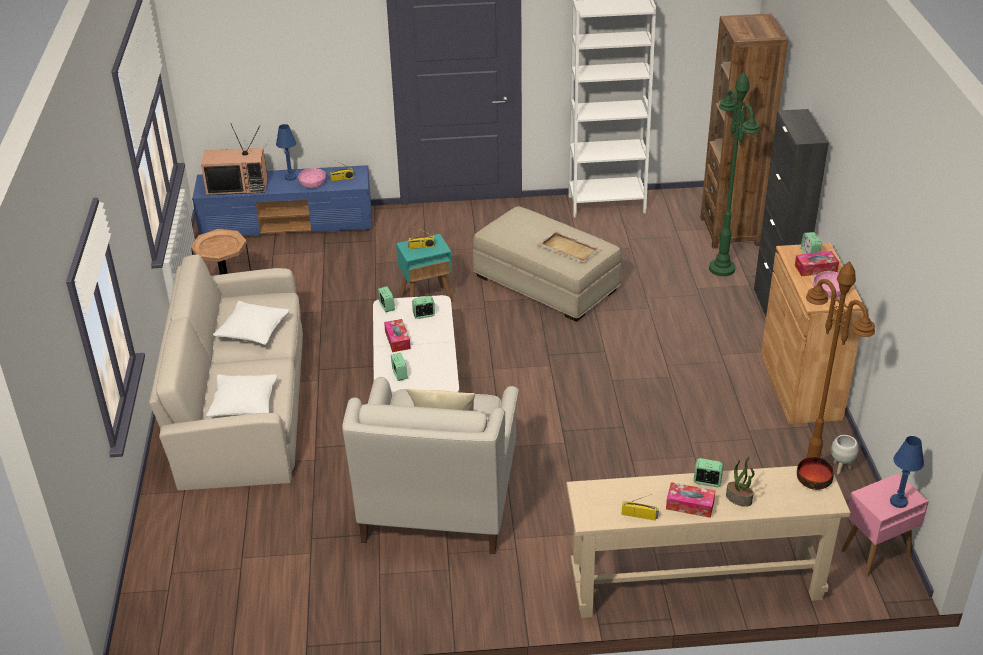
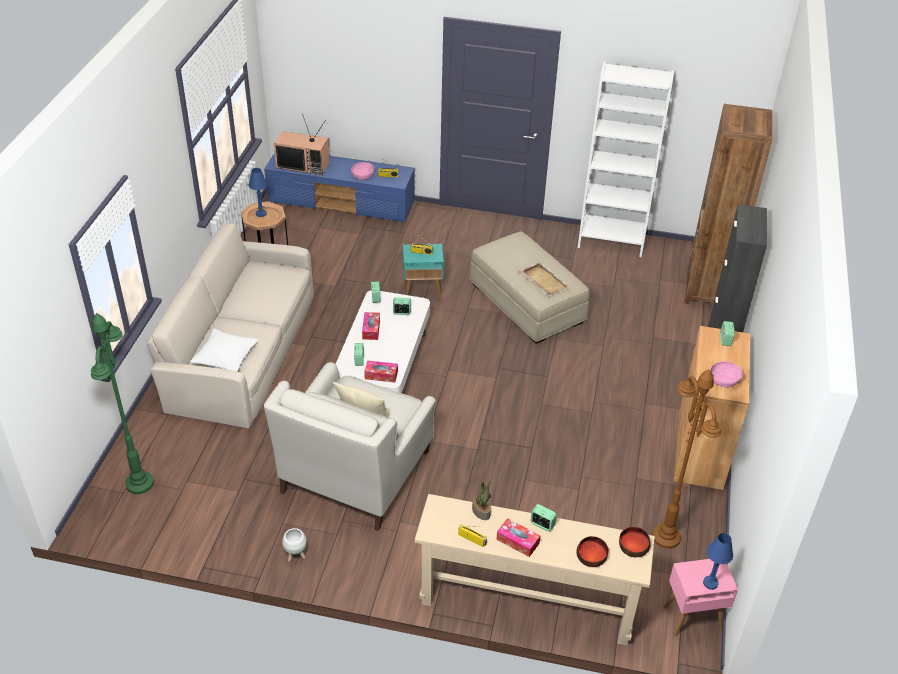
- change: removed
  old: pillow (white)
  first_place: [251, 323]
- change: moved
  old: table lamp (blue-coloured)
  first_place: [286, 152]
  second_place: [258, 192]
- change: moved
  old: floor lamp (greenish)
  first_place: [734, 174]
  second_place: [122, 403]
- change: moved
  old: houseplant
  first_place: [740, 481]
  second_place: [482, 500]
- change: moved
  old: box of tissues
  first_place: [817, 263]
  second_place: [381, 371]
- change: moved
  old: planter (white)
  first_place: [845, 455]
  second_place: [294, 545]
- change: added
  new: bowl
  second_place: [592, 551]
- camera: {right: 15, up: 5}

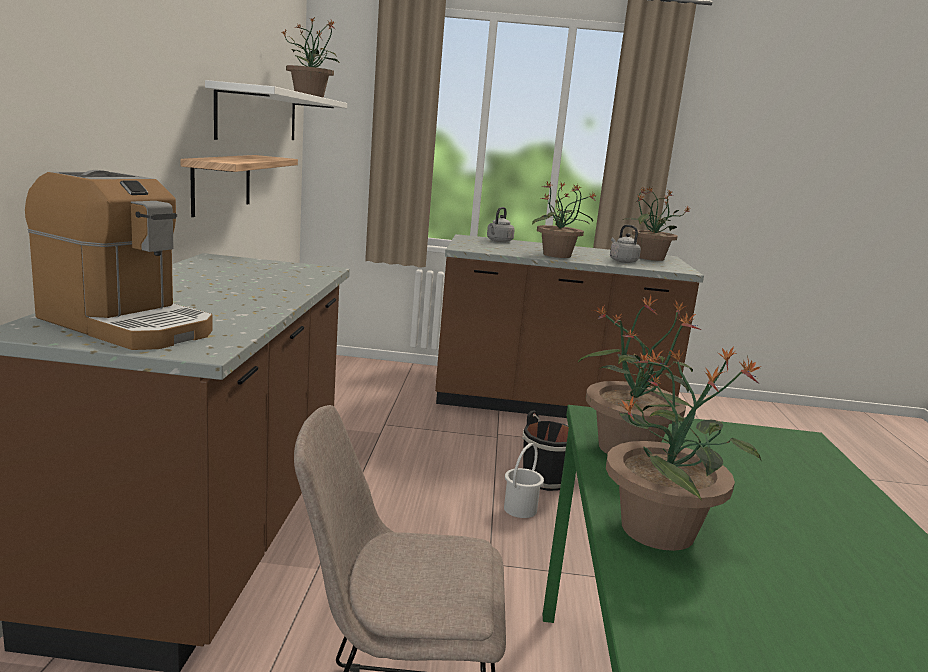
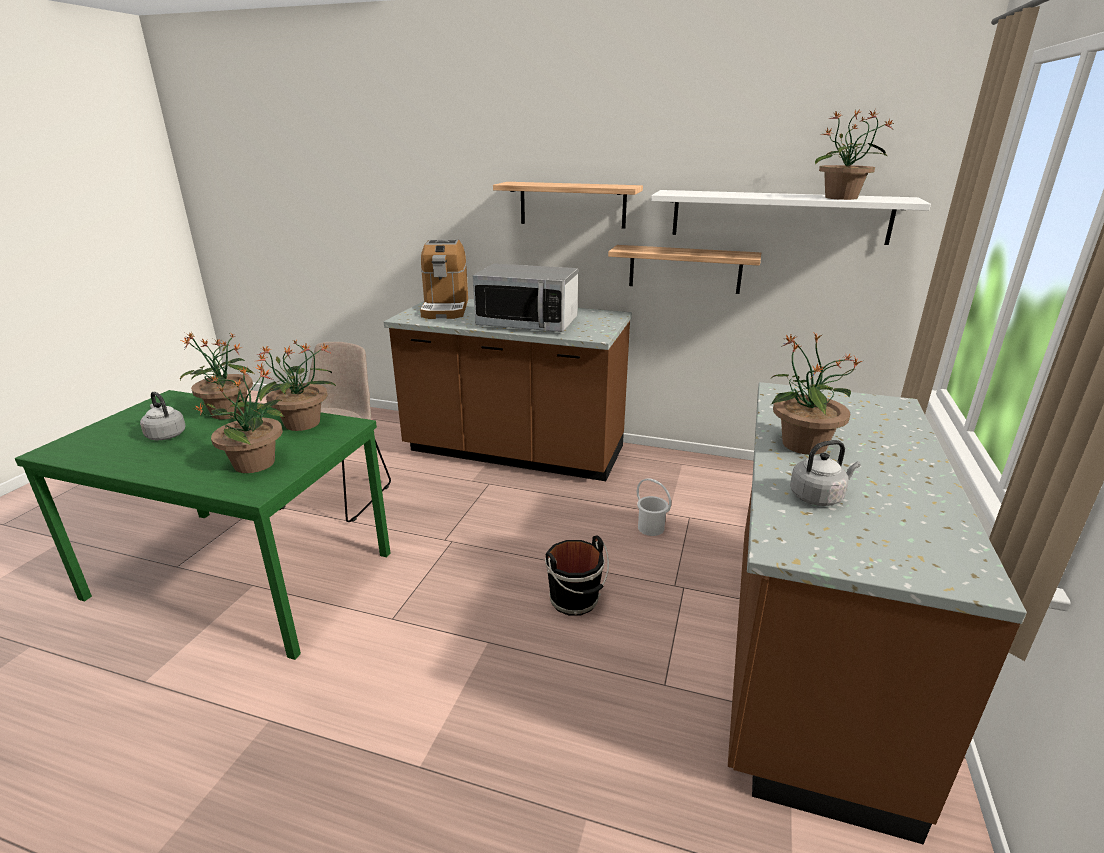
- change: turned
  old: coffee brewer
  first_place: [118, 260]
  second_place: [444, 279]
  degrees: -45
- change: moved
  old: water kettle (grey)
  first_place: [501, 224]
  second_place: [163, 415]
- change: moved
  old: water bucket (white)
  first_place: [524, 480]
  second_place: [654, 507]
- change: moved
  old: houseplant
  first_place: [656, 223]
  second_place: [239, 418]
- change: added
  new: microwave
  second_place: [525, 297]
- change: added
  new: bracket shelf
  second_place: [568, 205]
- camera: {right: 105, up: 10}

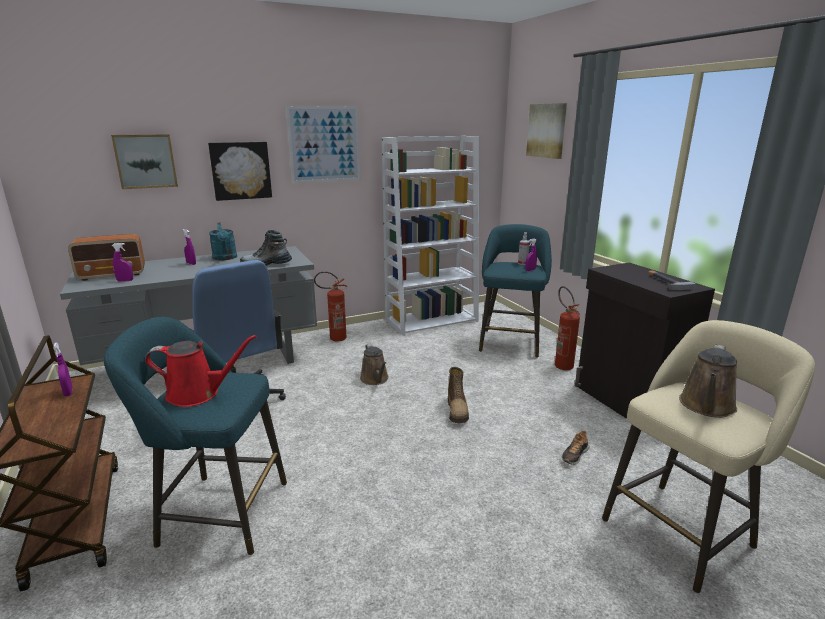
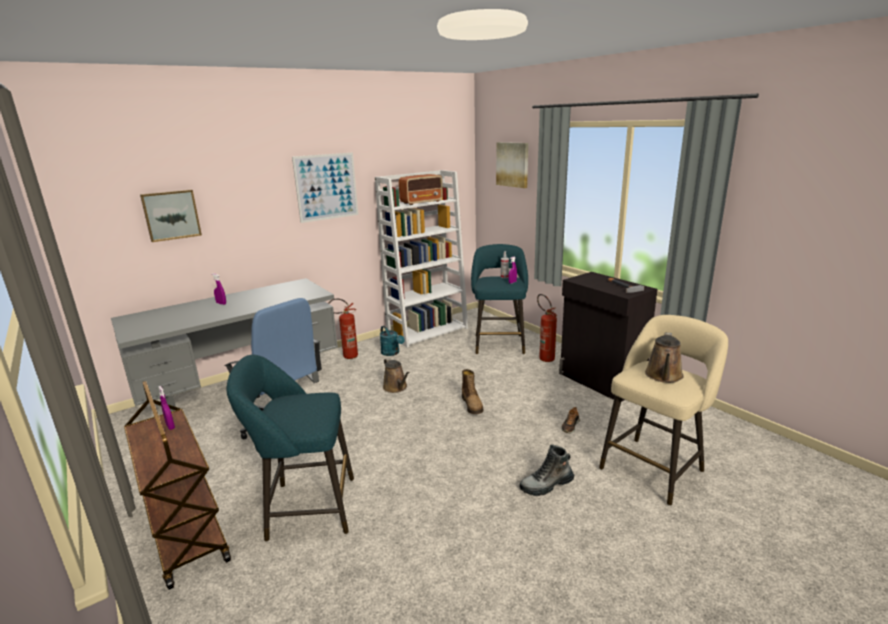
- change: moved
  old: radio
  first_place: [106, 257]
  second_place: [421, 189]
- change: removed
  old: sprayer (purple-coloured)
  first_place: [122, 262]
- change: removed
  old: watering pot (red-coloured)
  first_place: [201, 371]
- change: removed
  old: picture
  first_place: [240, 171]
- change: moved
  old: watering pot (blue-green)
  first_place: [223, 241]
  second_place: [392, 341]
- change: moved
  old: tall boot
  first_place: [266, 248]
  second_place: [546, 470]
- camera: {right: -10, up: 0}

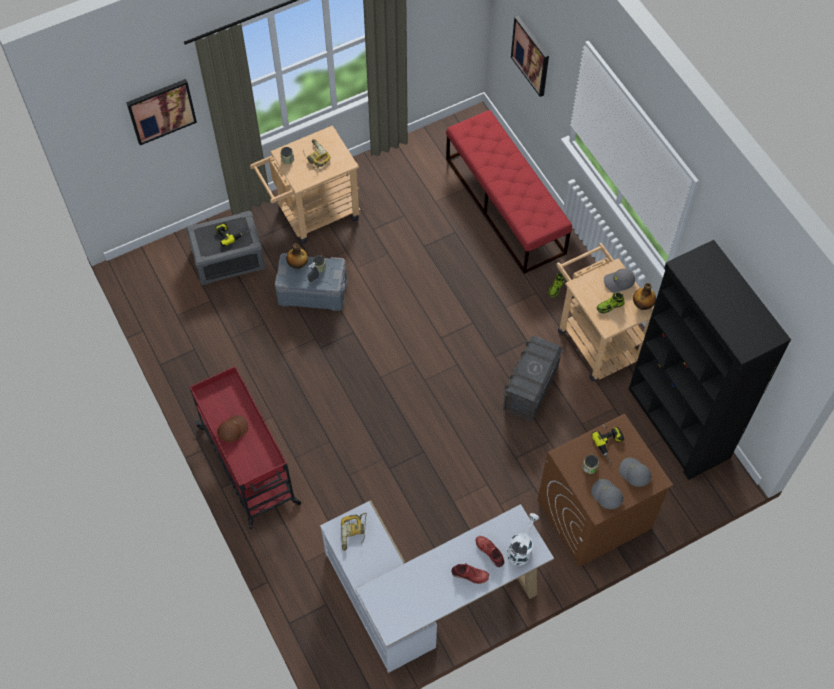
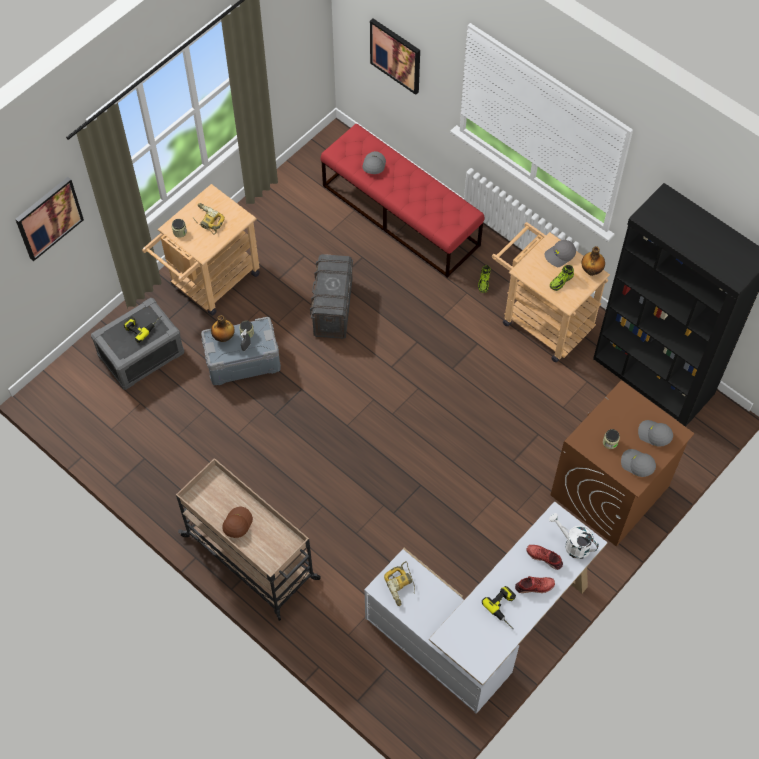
- change: recoloured
  old: trolley (red-coloured)
  new: trolley (beige-coloured)
  first_place: [245, 447]
  second_place: [248, 539]
- change: moved
  old: storage box (grey)
  first_place: [533, 379]
  second_place: [331, 296]
- change: turned
  old: watering pot (white)
  first_place: [523, 539]
  second_place: [574, 536]
  degrees: -60
- change: moved
  old: drill
  first_place: [608, 446]
  second_place: [499, 608]
- change: added
  new: baseball cap (grey)
  second_place: [374, 162]
- camera: {right: -20, up: 0}

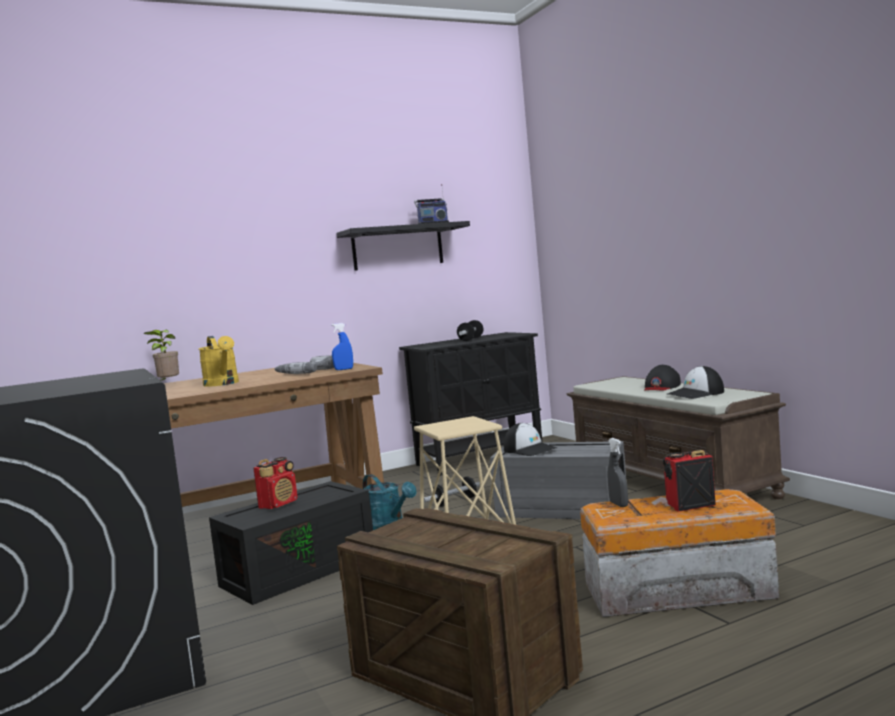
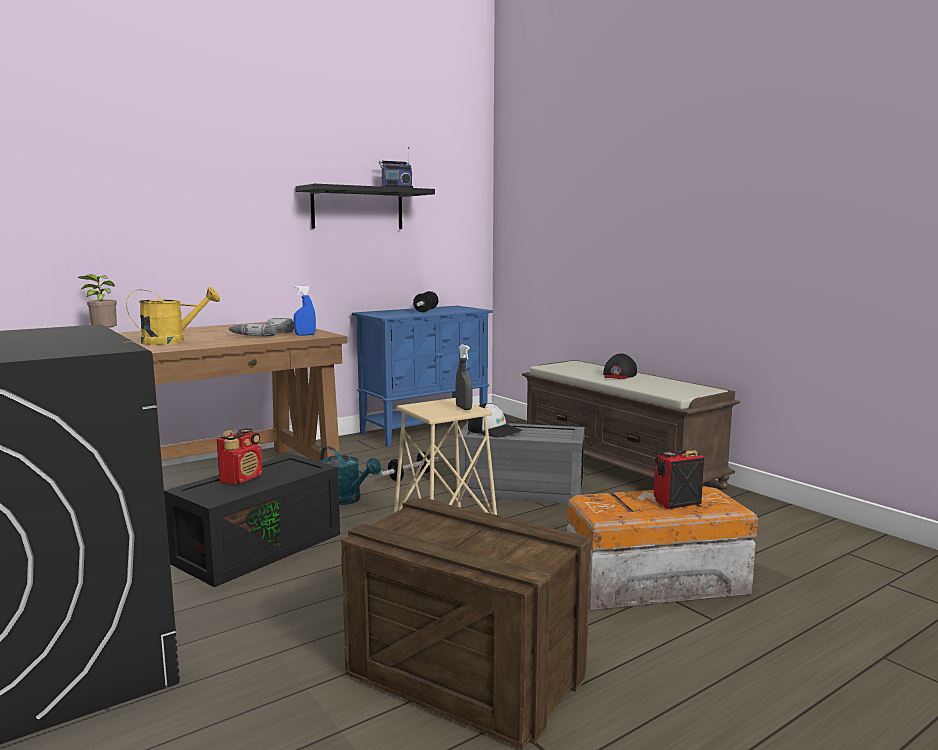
- change: turned
  old: watering pot (yellow-coloured)
  first_place: [219, 361]
  second_place: [173, 316]
  degrees: -75
- change: recoloured
  old: storage cabinet (black-coloured)
  new: storage cabinet (blue-coloured)
  first_place: [471, 404]
  second_place: [422, 376]
- change: moved
  old: sprayer (grey)
  first_place: [618, 472]
  second_place: [464, 377]
- change: removed
  old: baseball cap
  first_place: [696, 382]
- camera: {right: -10, up: 5}

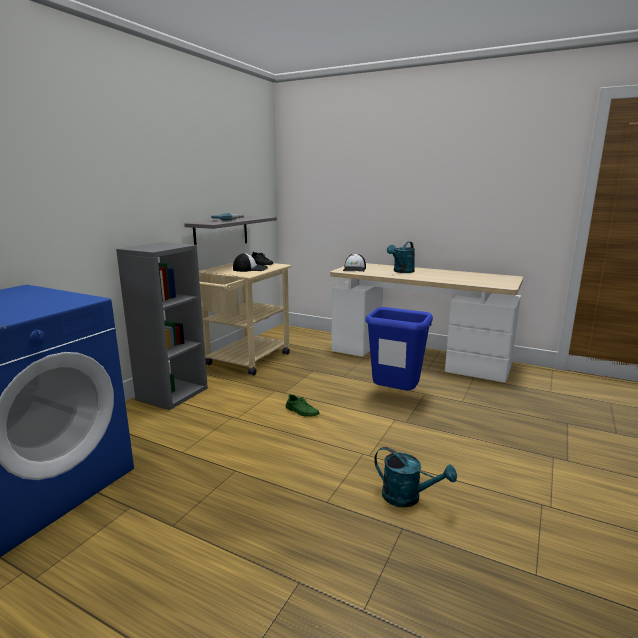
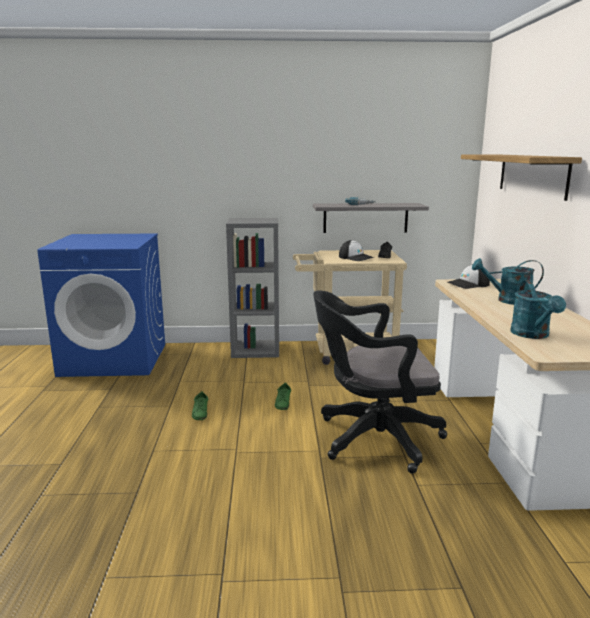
- change: replaced
  old: rubbish bin (blue-coloured)
  new: office chair (black-coloured)
  first_place: [399, 348]
  second_place: [380, 382]
- change: moved
  old: watering pot (blue-green)
  first_place: [415, 477]
  second_place: [538, 309]
- change: added
  new: low shoe (greenish)
  second_place: [200, 405]
- change: added
  new: bracket shelf
  second_place: [521, 178]
- camera: {right: 60, up: 0}

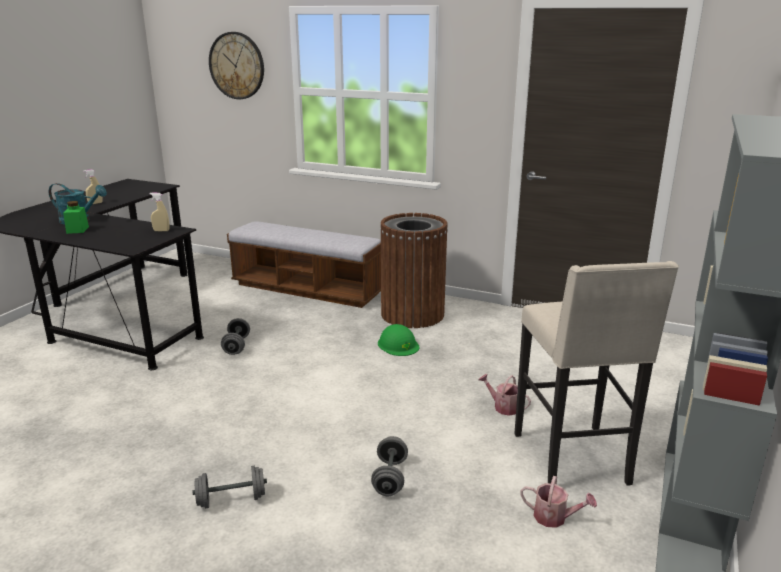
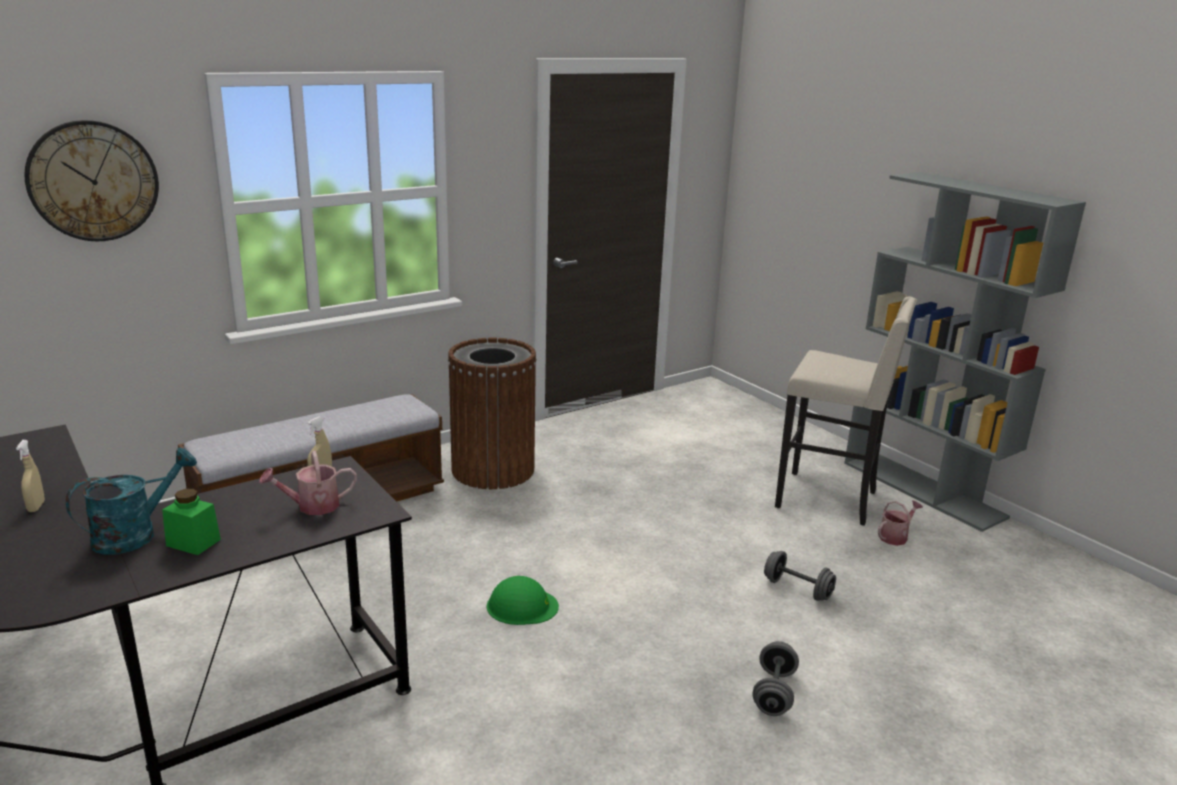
- change: removed
  old: dumbbell (grey)
  first_place: [235, 336]
- change: moved
  old: work helmet (greenish)
  first_place: [398, 340]
  second_place: [523, 600]
- change: moved
  old: watering pot
  first_place: [504, 395]
  second_place: [308, 483]
- camera: {right: -60, up: 0}

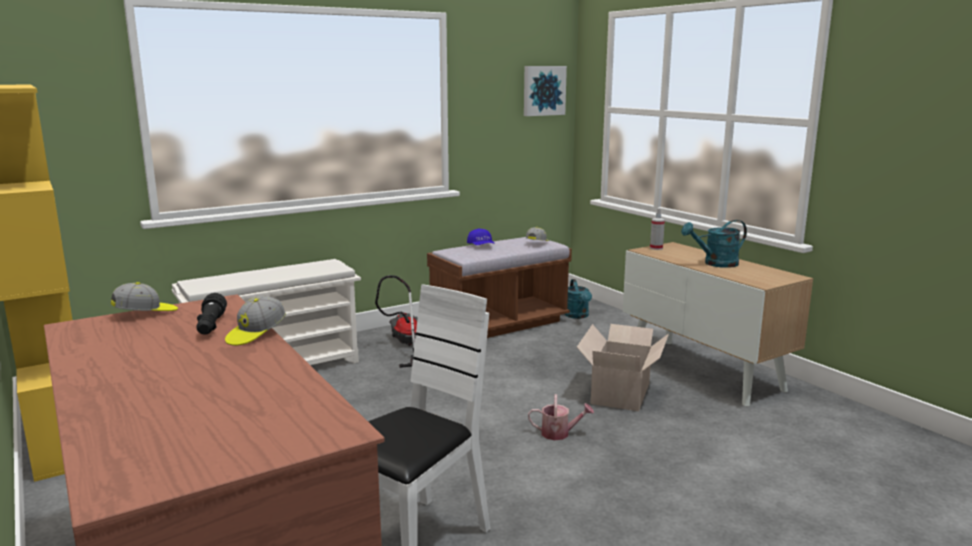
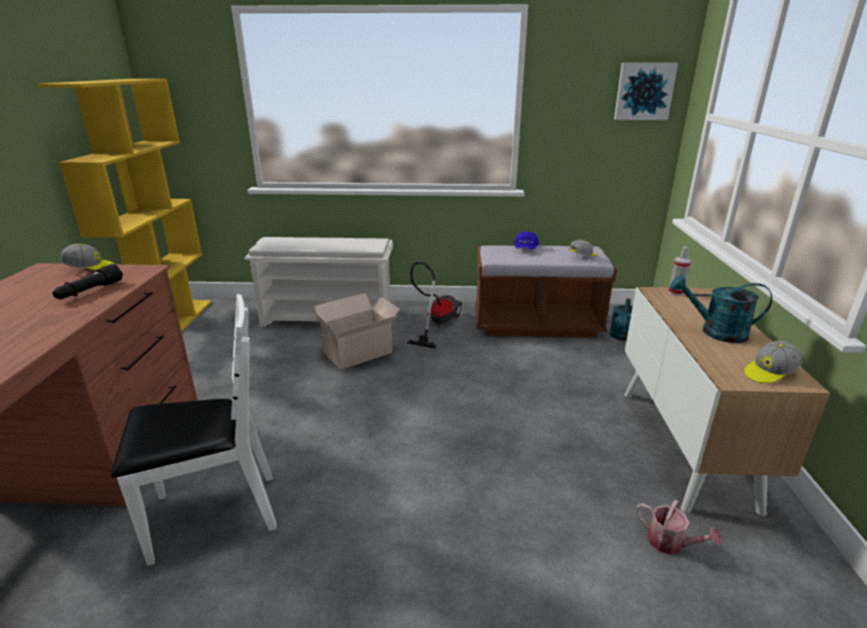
- change: moved
  old: baseball cap
  first_place: [255, 321]
  second_place: [773, 362]
- change: moved
  old: watering pot
  first_place: [561, 417]
  second_place: [678, 527]
- change: moved
  old: cardboard box
  first_place: [623, 367]
  second_place: [356, 331]
- camera: {right: 35, up: 10}

